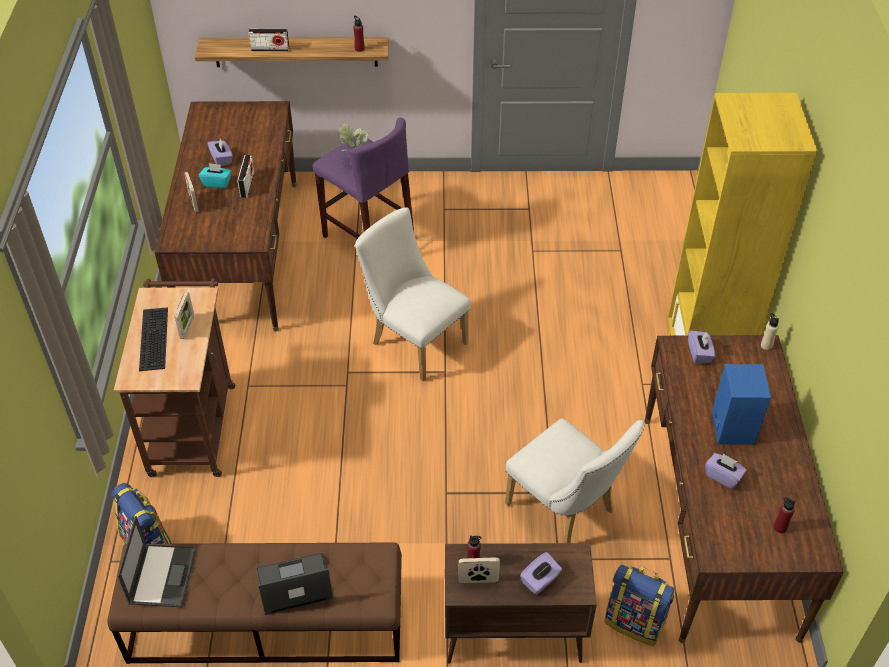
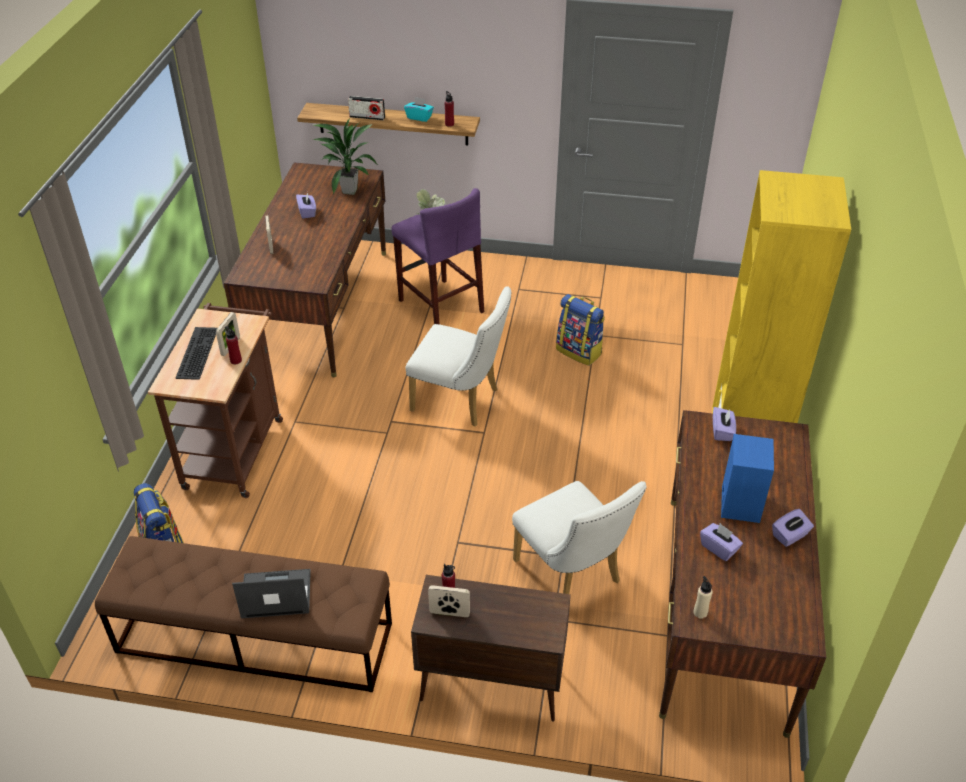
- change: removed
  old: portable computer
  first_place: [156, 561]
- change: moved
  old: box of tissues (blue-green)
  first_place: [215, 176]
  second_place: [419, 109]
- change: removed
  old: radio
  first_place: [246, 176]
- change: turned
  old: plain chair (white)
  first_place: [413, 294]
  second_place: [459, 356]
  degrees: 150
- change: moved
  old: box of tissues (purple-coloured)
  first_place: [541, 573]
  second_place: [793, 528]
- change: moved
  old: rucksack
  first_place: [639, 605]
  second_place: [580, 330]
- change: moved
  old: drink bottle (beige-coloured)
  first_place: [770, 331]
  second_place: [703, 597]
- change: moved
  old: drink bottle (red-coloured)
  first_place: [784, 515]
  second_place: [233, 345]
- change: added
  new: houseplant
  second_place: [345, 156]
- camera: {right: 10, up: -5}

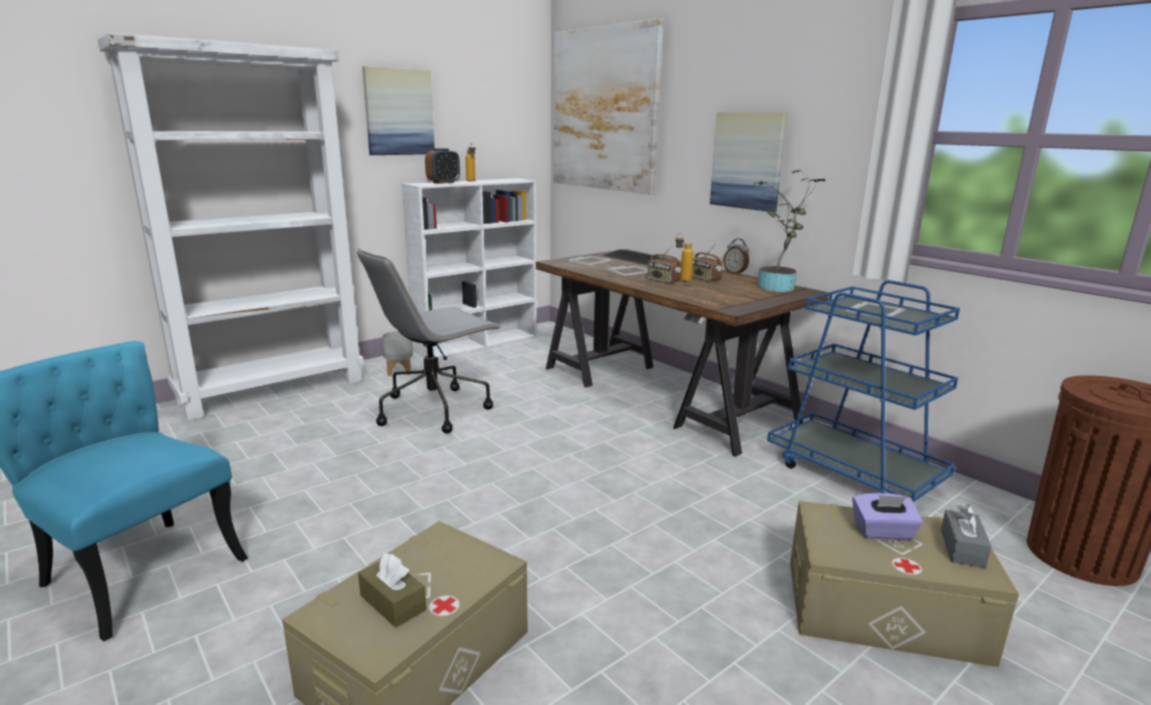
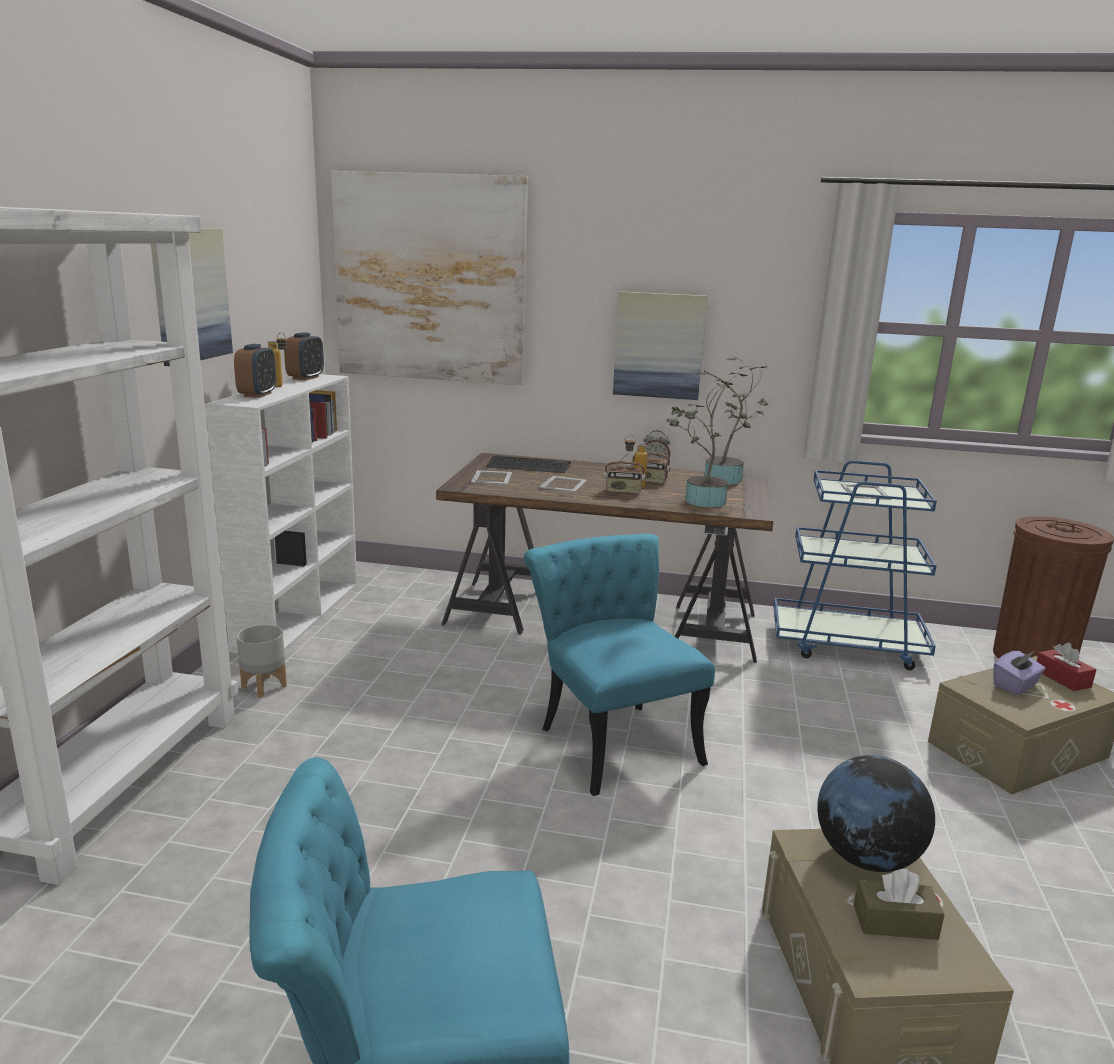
- change: removed
  old: office chair (grey)
  first_place: [429, 341]
- change: recoloured
  old: box of tissues (grey)
  new: box of tissues (red-coloured)
  first_place: [966, 536]
  second_place: [1066, 667]
- change: added
  new: table clock
  second_place: [304, 356]
- change: added
  new: plain chair (blue-green)
  second_place: [619, 665]
- change: added
  new: houseplant
  second_place: [707, 440]
- change: added
  new: desk globe
  second_place: [876, 813]
- camera: {right: -40, up: 0}

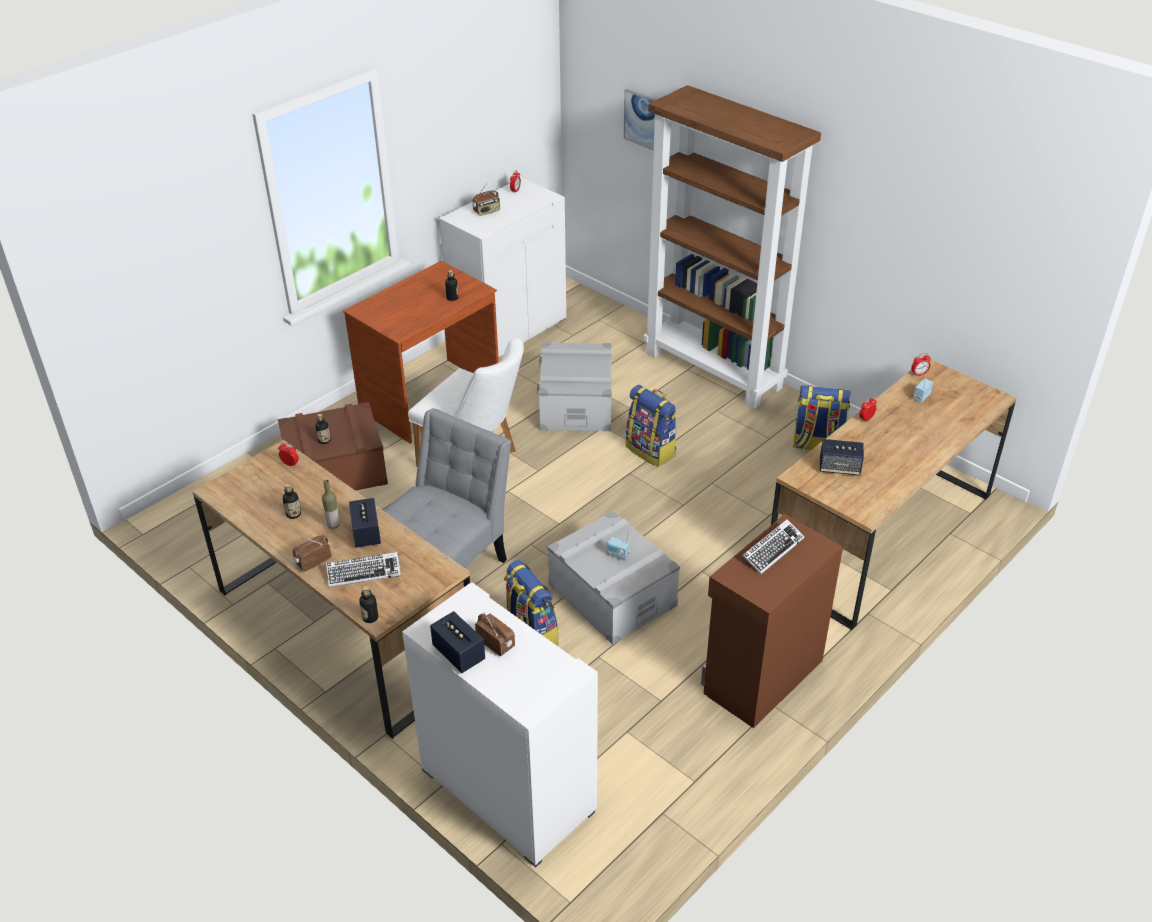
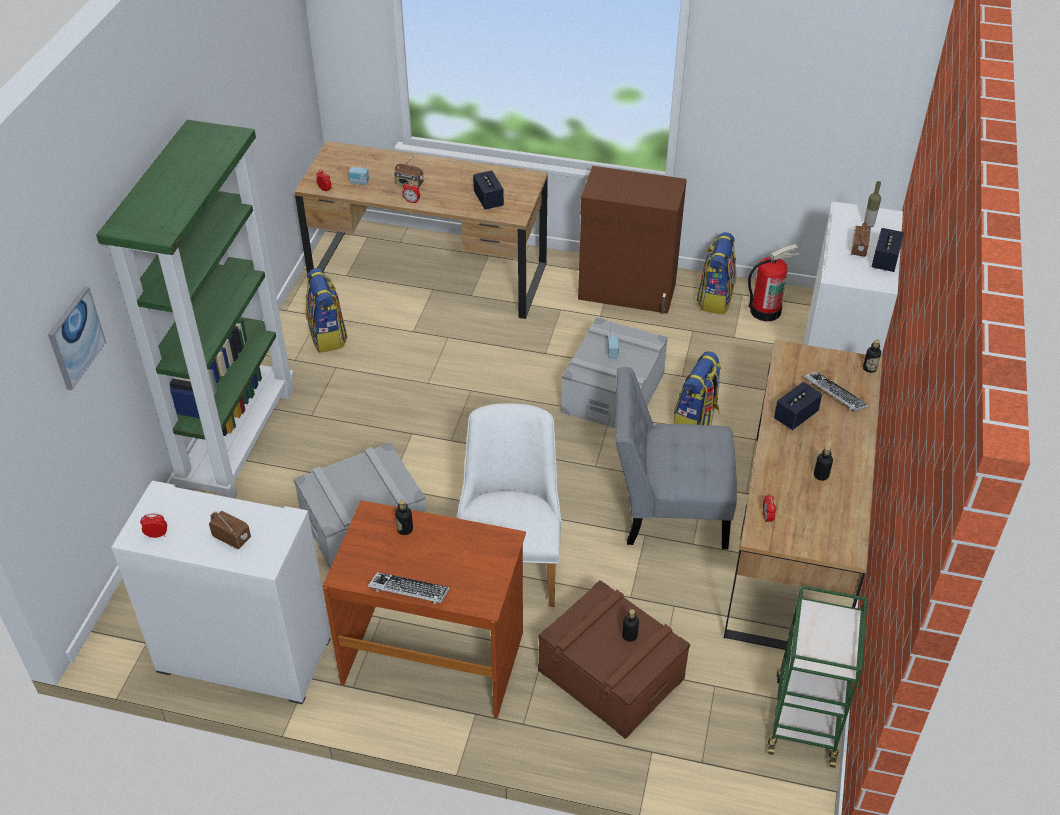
- change: moved
  old: radio
  first_place: [312, 553]
  second_place: [409, 172]
- change: moved
  old: drink bottle
  first_place: [331, 504]
  second_place: [872, 204]
- change: moved
  old: rucksack
  first_place: [651, 426]
  second_place: [716, 273]
- change: recoloured
  old: shelving unit (brown-coloured)
  new: shelving unit (greenish)
  first_place: [732, 247]
  second_place: [195, 309]
- change: moved
  old: PC keyboard
  first_place: [773, 547]
  second_place: [409, 588]
- change: added
  new: extinguisher
  second_place: [774, 282]
- change: added
  new: trolley (greenish)
  second_place: [817, 676]
- camera: {right: -120, up: 5}

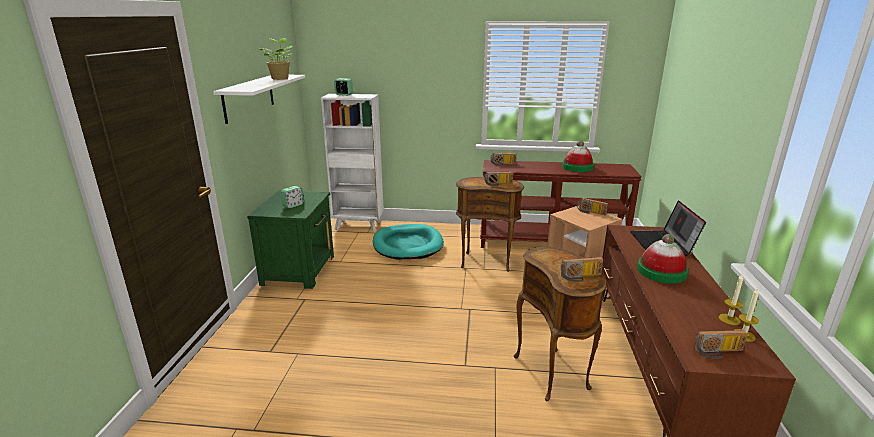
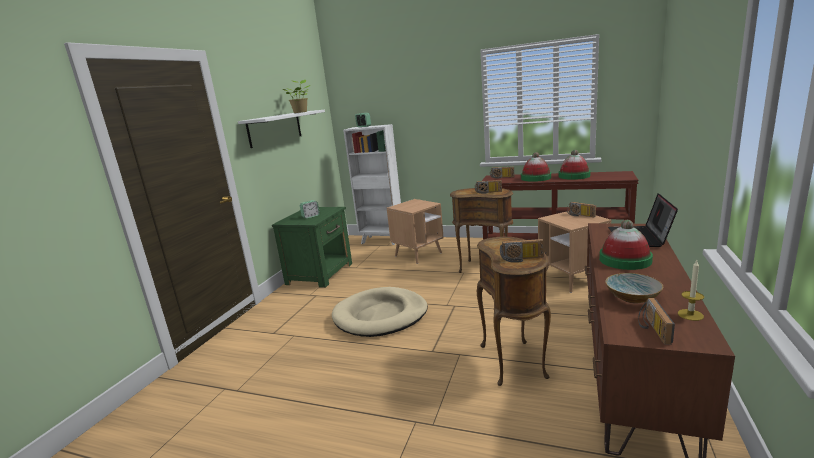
- change: replaced
  old: dog cushion (blue-green)
  new: end table (brown-coloured)
  first_place: [408, 242]
  second_place: [415, 231]
- change: turned
  old: radio
  first_place: [721, 344]
  second_place: [656, 321]
  degrees: 90
- change: removed
  old: wax candle
  first_place: [731, 299]
- change: added
  new: dog cushion (beige-coloured)
  second_place: [380, 312]
- change: added
  new: hat
  second_place: [536, 167]
- change: added
  new: bowl
  second_place: [634, 288]
- camera: {right: 15, up: -5}

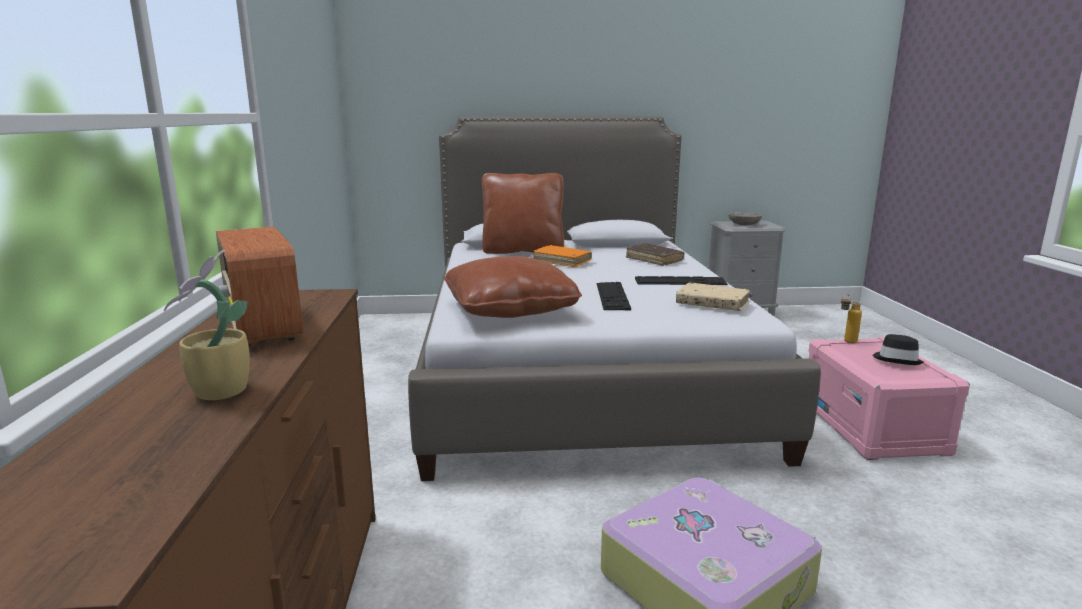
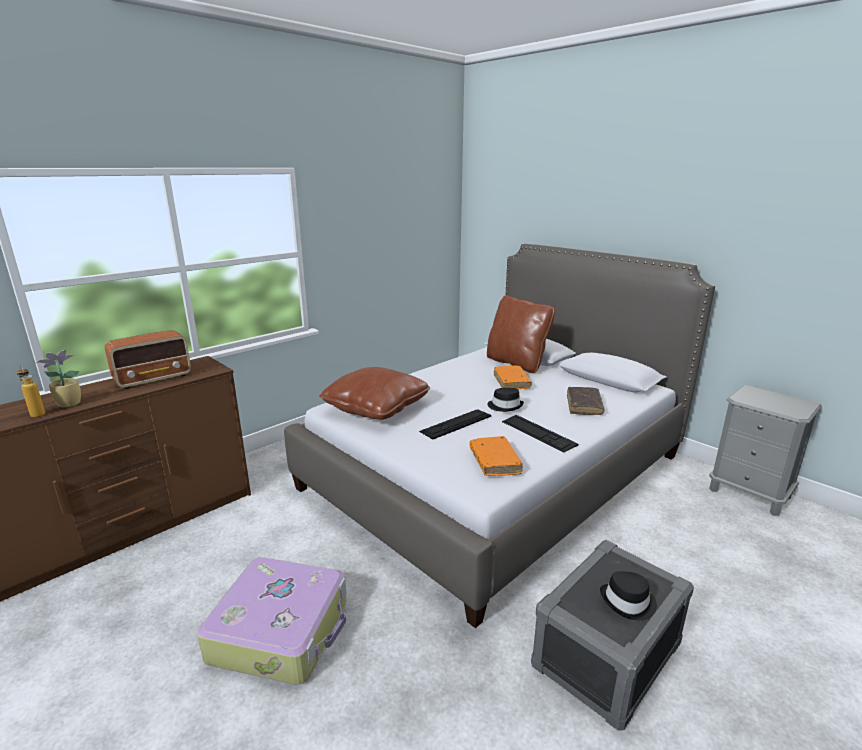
- change: turned
  old: radio
  first_place: [259, 286]
  second_place: [148, 359]
  degrees: -150
- change: recoloured
  old: bound book (beige-coloured)
  new: bound book (orange)
  first_place: [713, 297]
  second_place: [496, 456]
- change: removed
  old: bowl (grey)
  first_place: [745, 218]
- change: recoloured
  old: storage box (pink-coloured)
  new: storage box (grey)
  first_place: [889, 398]
  second_place: [612, 635]
- change: moved
  old: drink bottle
  first_place: [851, 318]
  second_place: [31, 391]
- change: added
  new: hat (black-coloured)
  second_place: [505, 400]
- camera: {right: 50, up: 5}

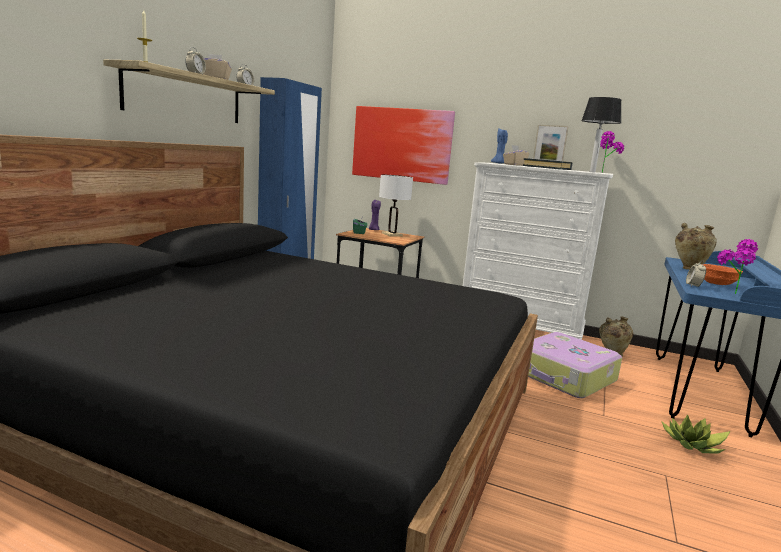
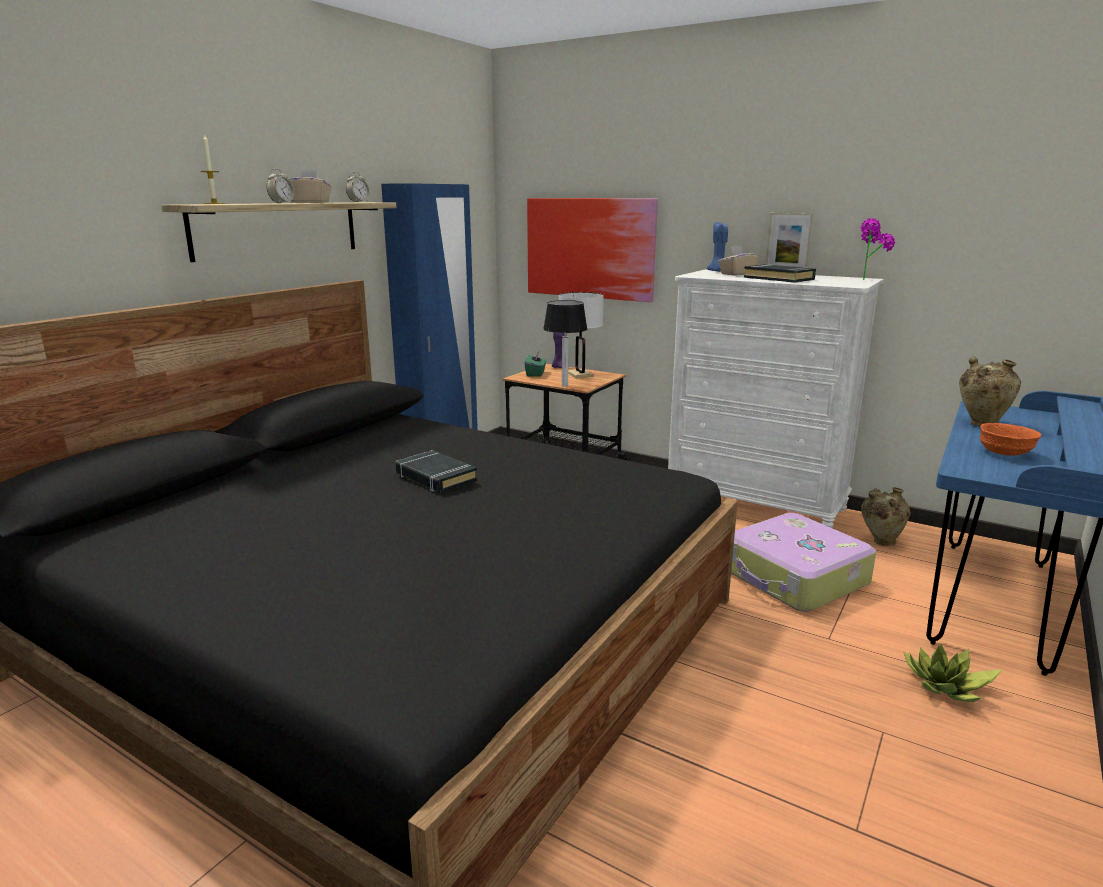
- change: moved
  old: table lamp
  first_place: [602, 135]
  second_place: [565, 343]
- change: removed
  old: table clock
  first_place: [696, 273]
- change: removed
  old: houseplant
  first_place: [737, 266]
- change: added
  new: bound book (black-coloured)
  second_place: [436, 471]
- camera: {right: 10, up: 5}

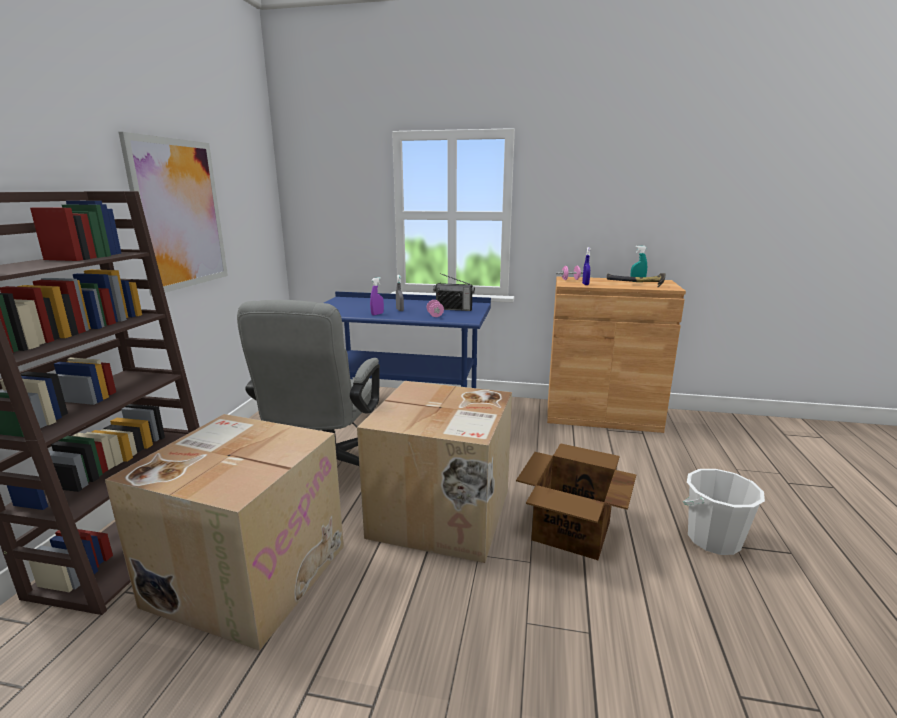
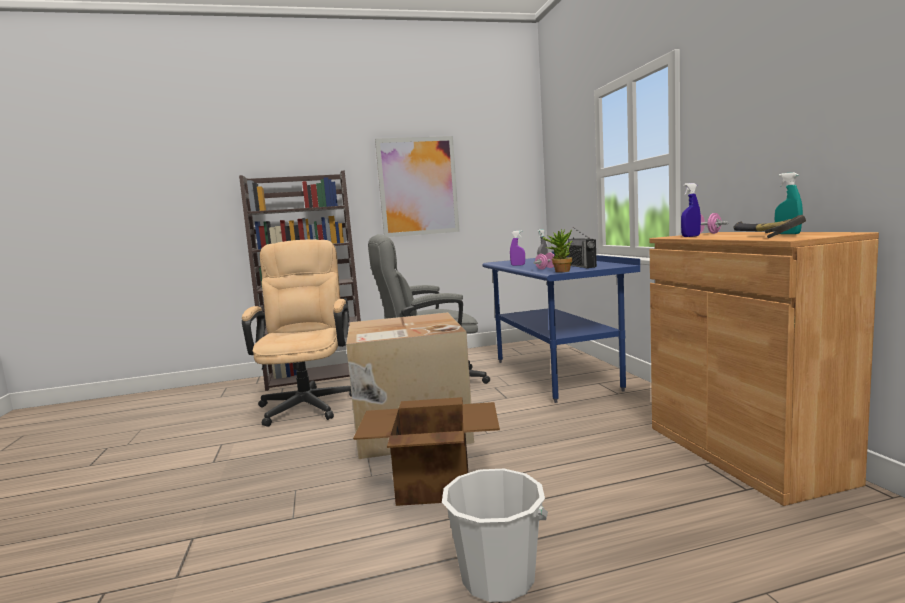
- change: replaced
  old: cardboard box
  new: office chair (beige-coloured)
  first_place: [224, 532]
  second_place: [297, 333]
- change: added
  new: houseplant
  second_place: [557, 250]
- camera: {right: 65, up: -10}

